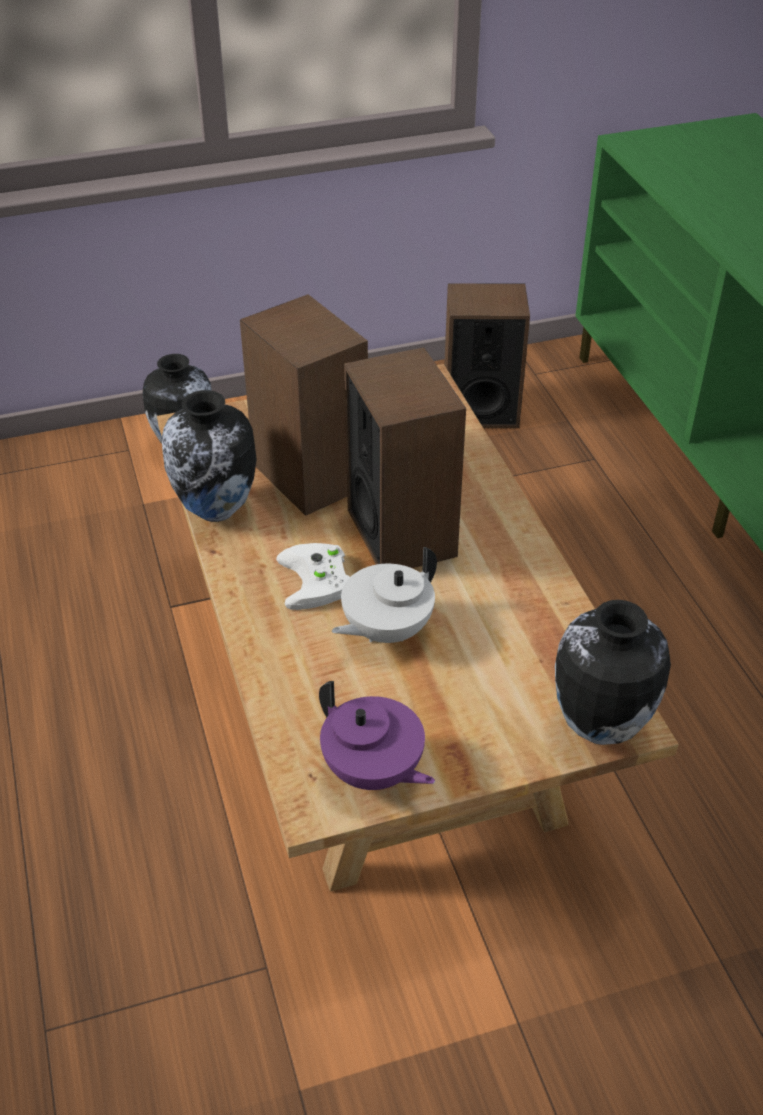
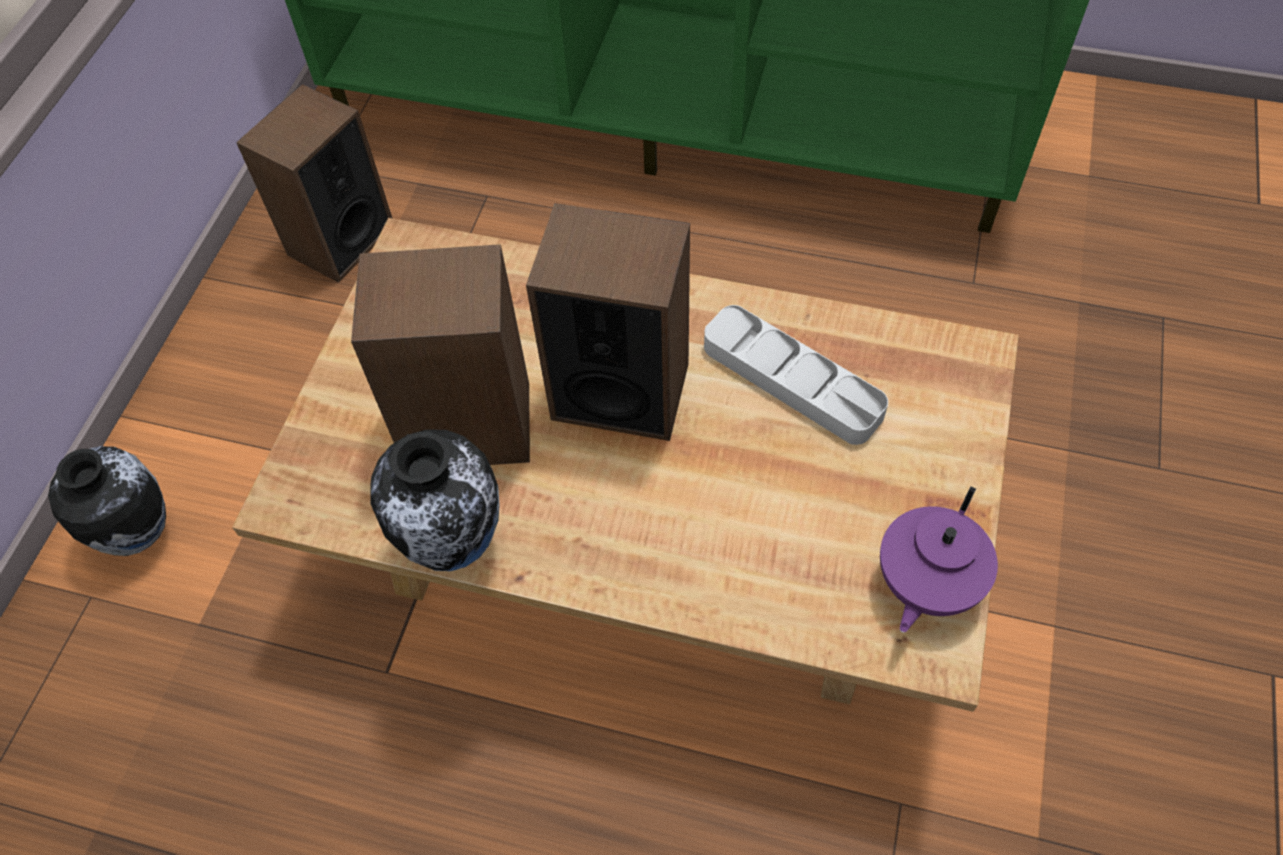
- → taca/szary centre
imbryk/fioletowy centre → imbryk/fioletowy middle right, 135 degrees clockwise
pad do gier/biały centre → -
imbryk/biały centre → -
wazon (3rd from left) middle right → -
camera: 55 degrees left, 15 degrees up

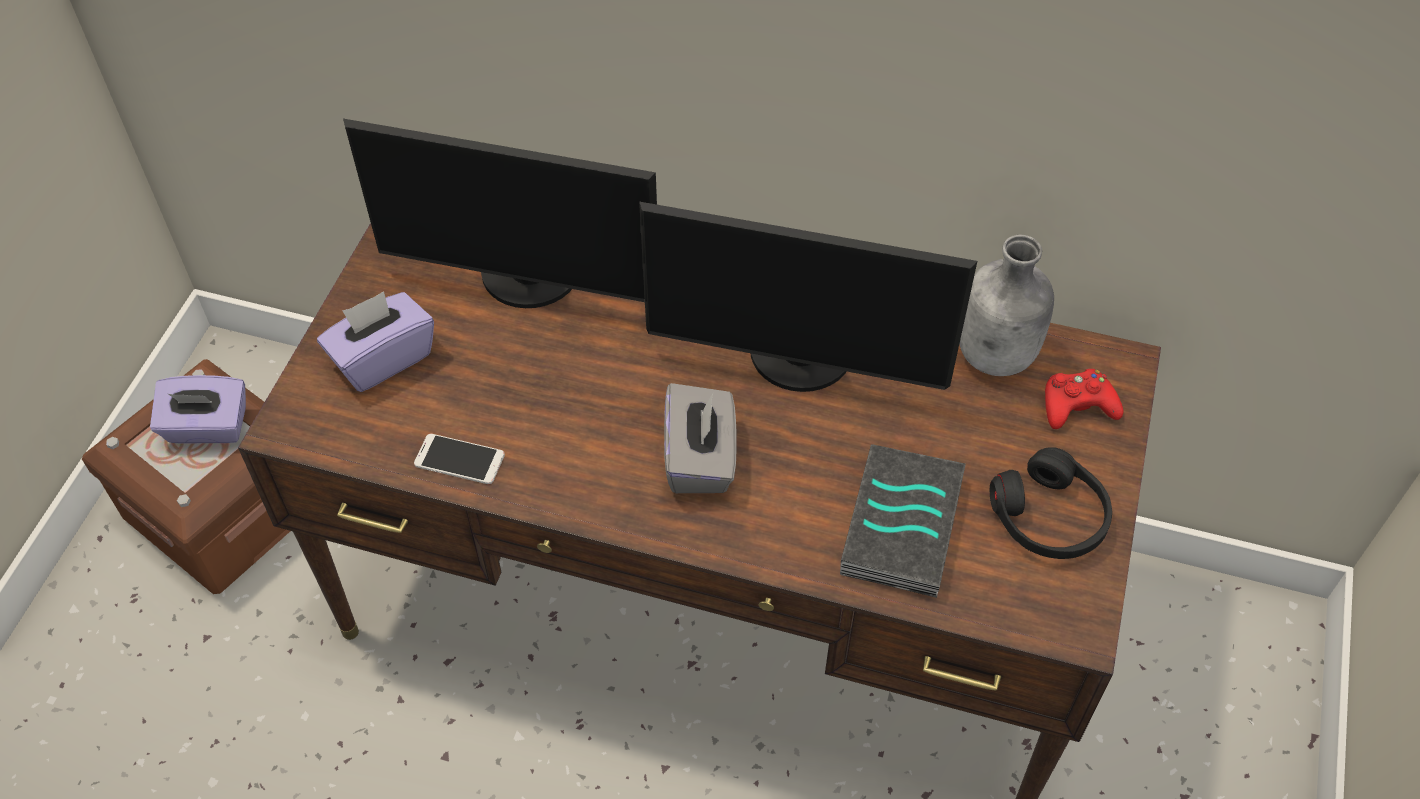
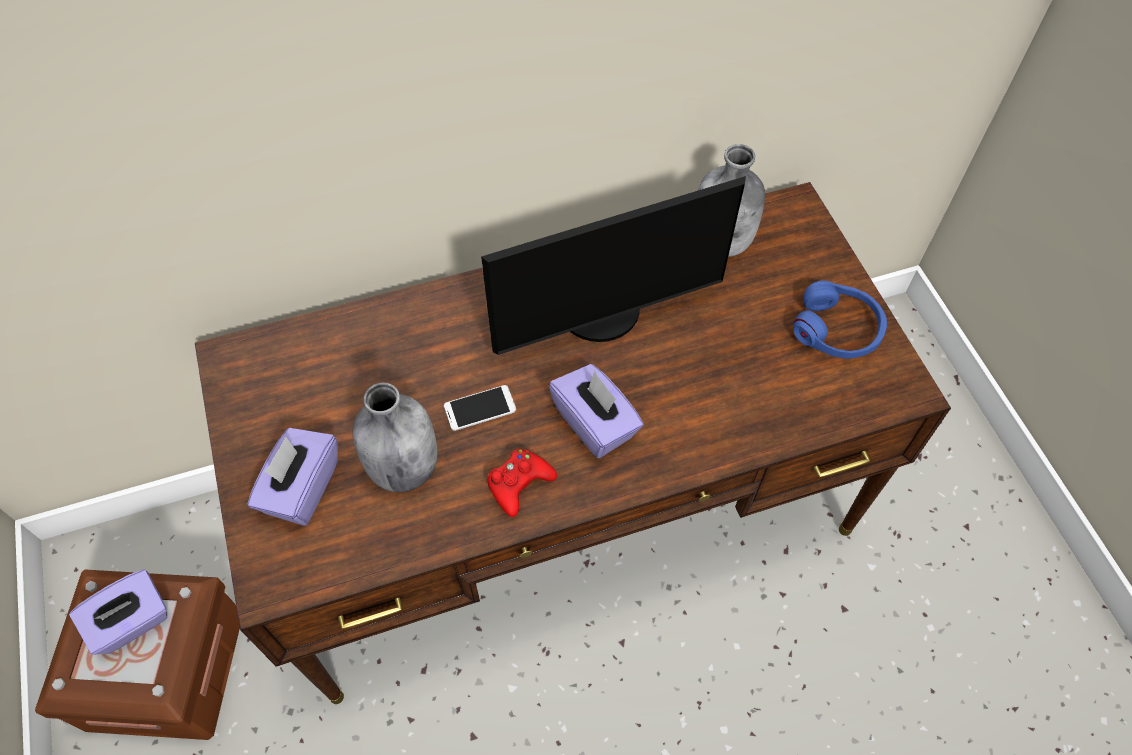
- → butelka/szary (1st from left) centre
telefon middle left → telefon centre, moved
pad do gier/czerwony middle right → pad do gier/czerwony centre, moved
pudełko chusteczek/szary centre → pudełko chusteczek/fioletowy (3rd from left) centre
słuchawki/czarny middle right → słuchawki/niebieski middle right
monitor (1st from left) top centre → -
książka centre → -
camera: 35 degrees left, 5 degrees up

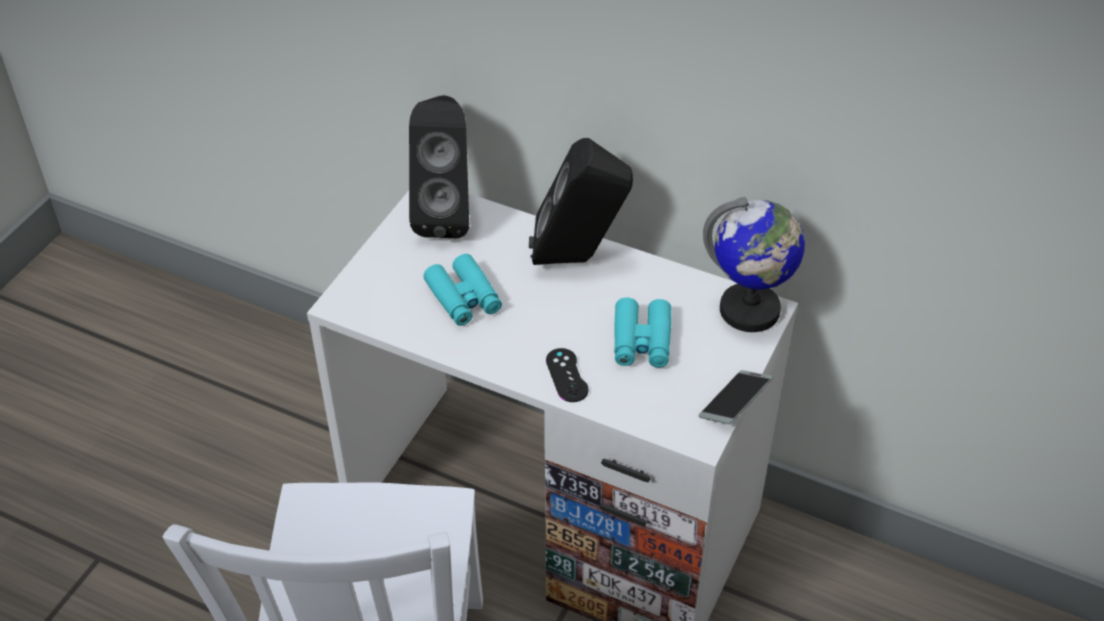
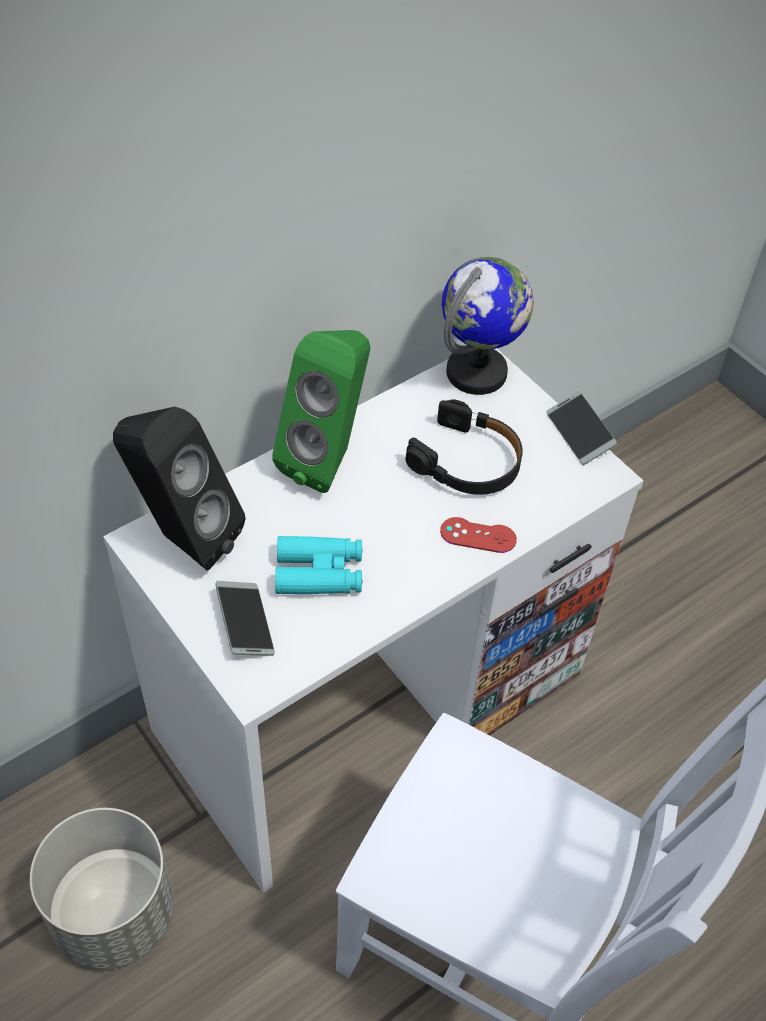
- → donica/szary bottom left
- → telefon (1st from left) middle left
głośnik/czarny (2nd from left) top centre → głośnik/zielony centre
lornetka/turkusowy (2nd from left) centre → słuchawki/czarny centre
pad do gier/czarny centre → pad do gier/czerwony centre
camera: 65 degrees left, 5 degrees up

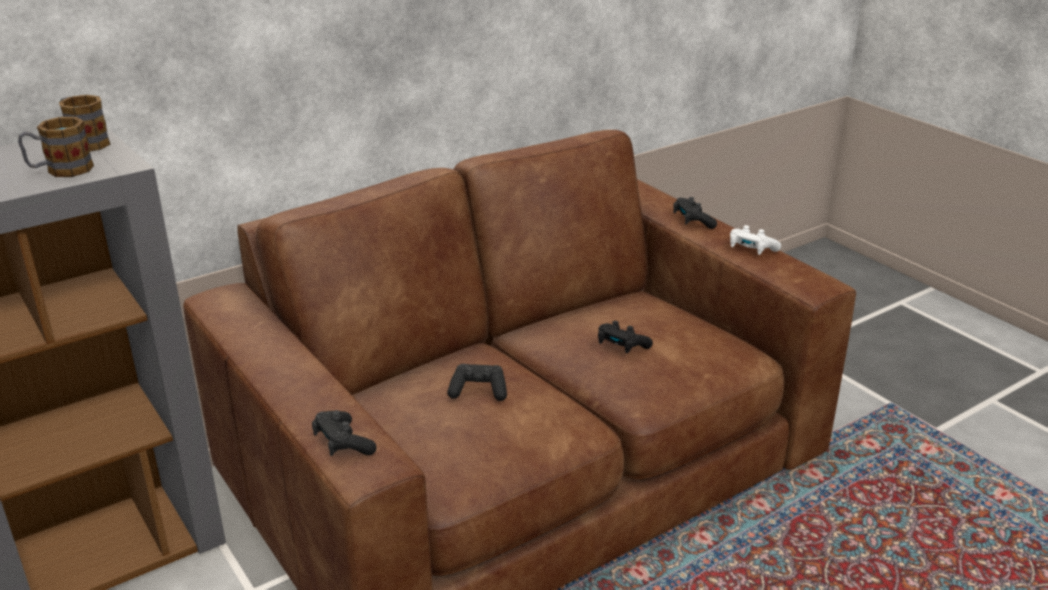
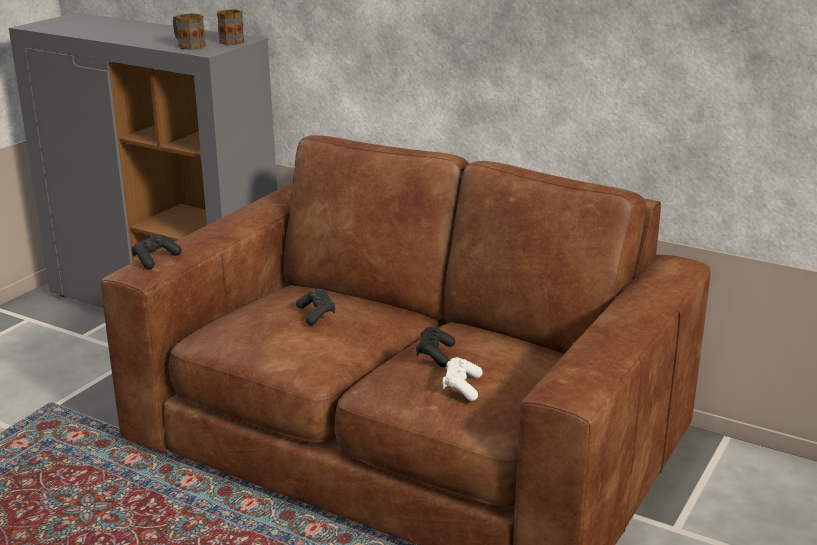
pad do gier/biały middle right → pad do gier/biały bottom centre, moved
pad do gier/czarny (4th from left) centre → -
camera: 65 degrees right, 5 degrees down

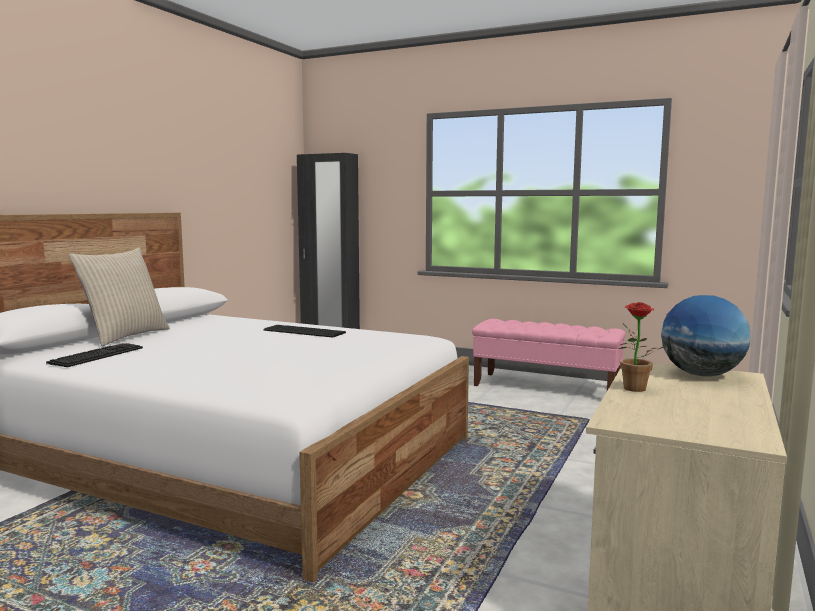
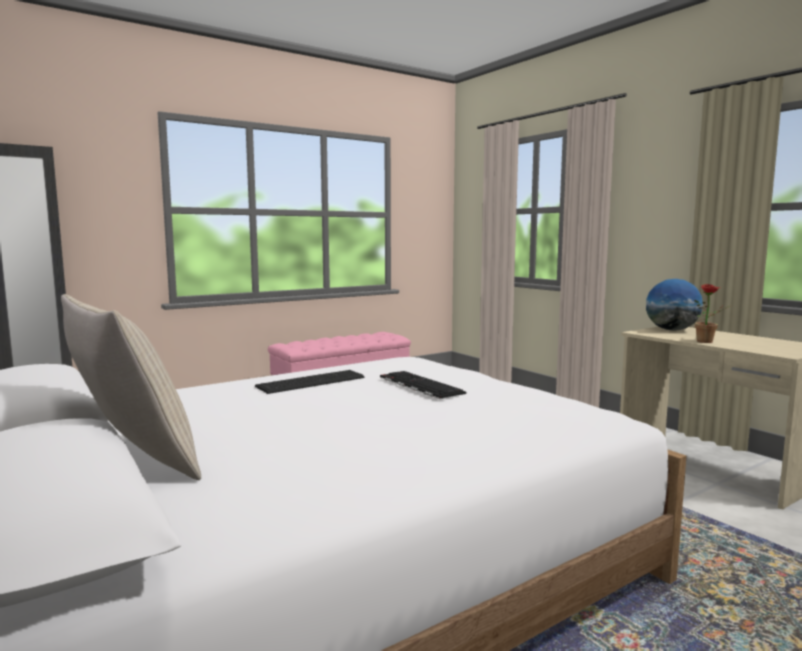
klawiatura (1st from left in the first image) middle left → klawiatura (2nd from left) centre, moved
camera: 60 degrees left, 0 degrees up

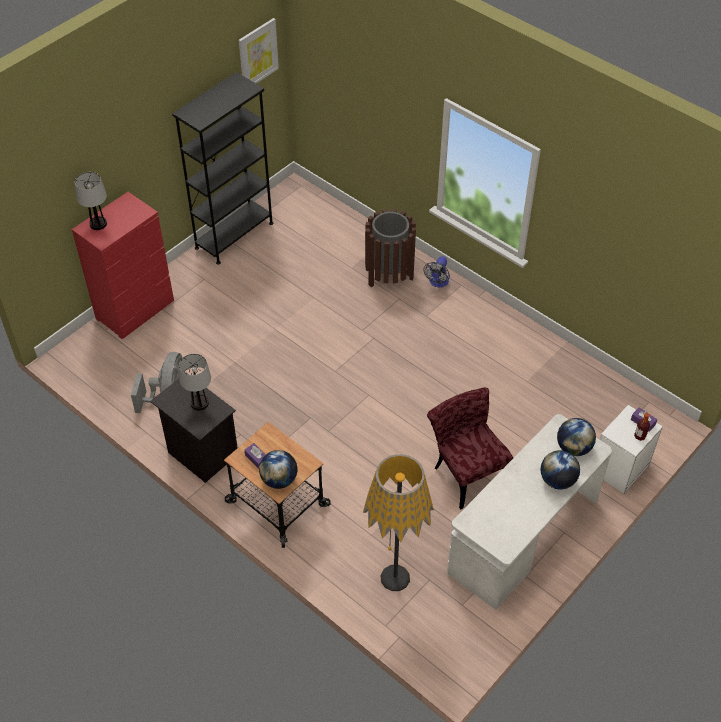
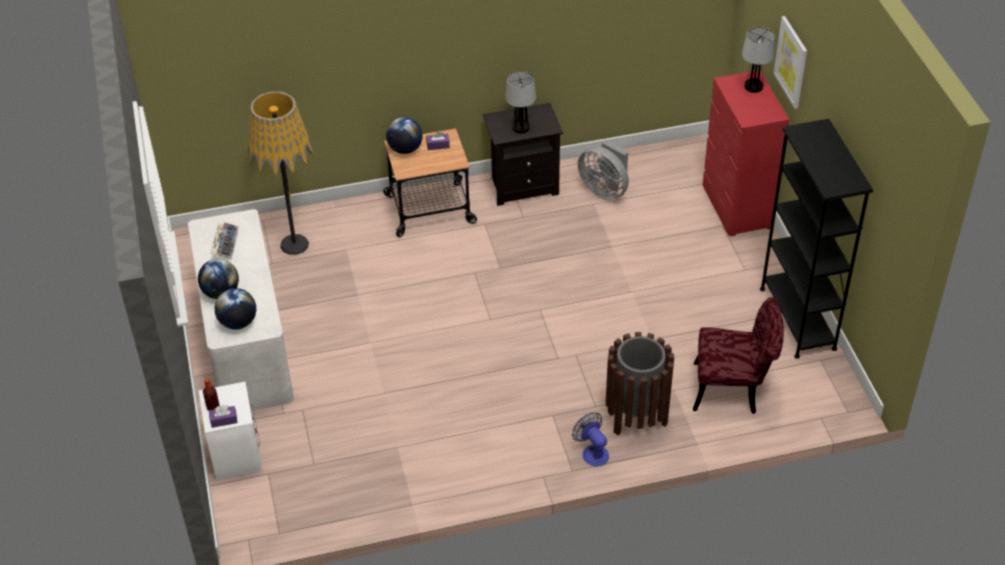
- → klawiatura middle left
krzesło/czerwony centre → krzesło/czerwony middle right, moved
obraz top centre → obraz top right, moved
camera: 125 degrees right, 5 degrees down

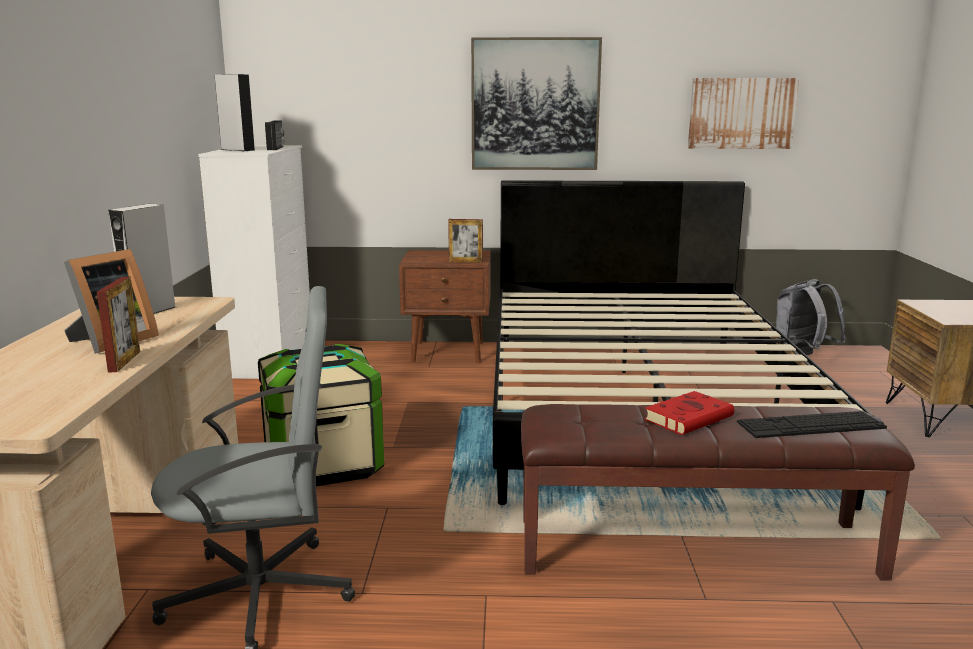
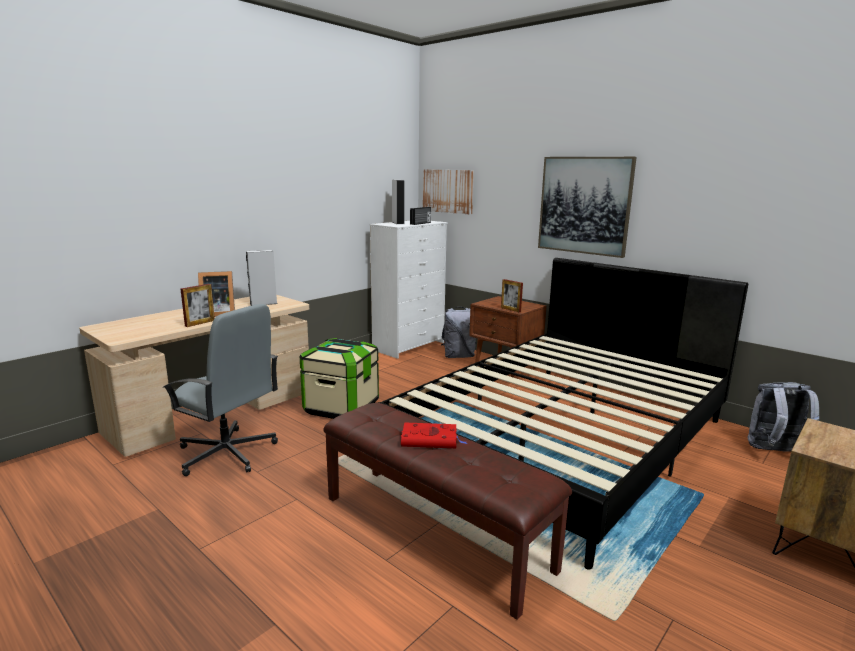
obraz (2nd from left in the first image) top right → obraz (1st from left) top centre, moved
- → plecak/szary (1st from left) centre
klawiatura middle right → -
camera: 40 degrees right, 0 degrees up

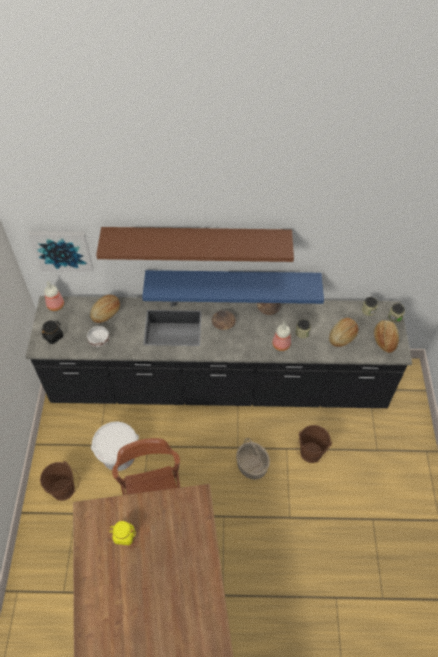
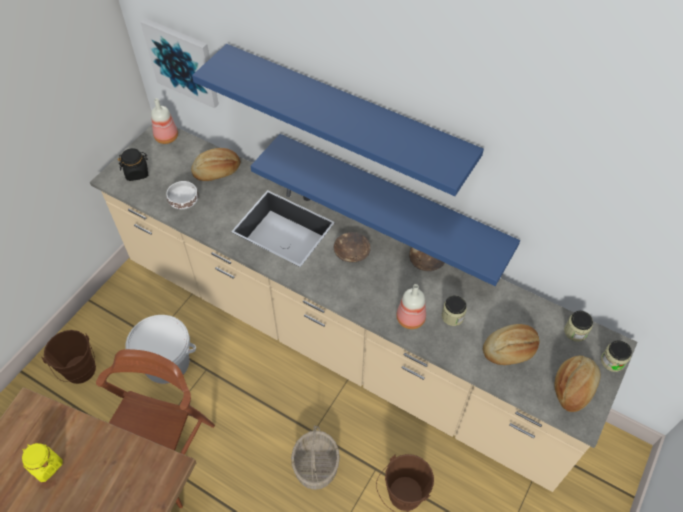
zabudowa kuchenna/czarny centre → zabudowa kuchenna/beżowy centre
półka/brązowy centre → półka/niebieski (1st from left) top centre
camera: 30 degrees right, 0 degrees up

